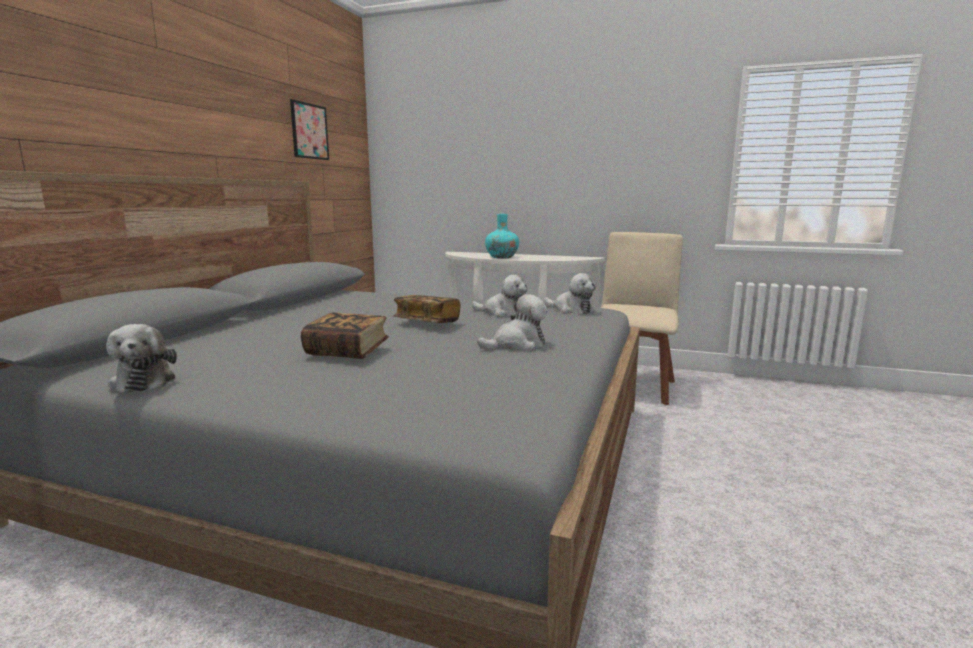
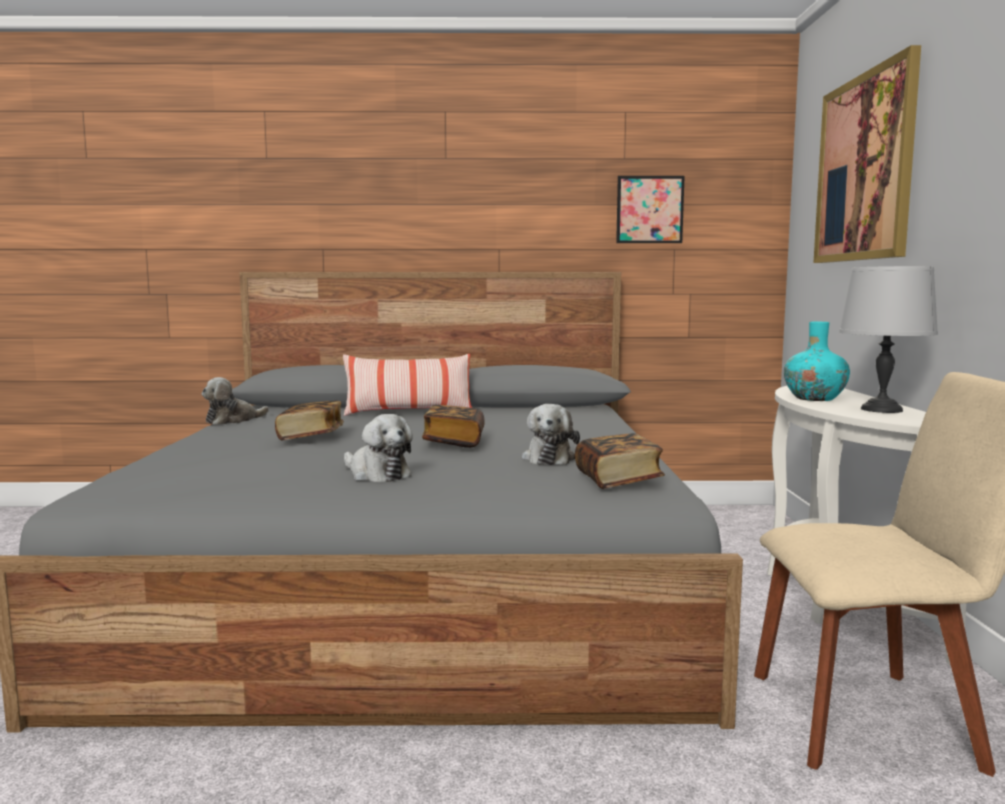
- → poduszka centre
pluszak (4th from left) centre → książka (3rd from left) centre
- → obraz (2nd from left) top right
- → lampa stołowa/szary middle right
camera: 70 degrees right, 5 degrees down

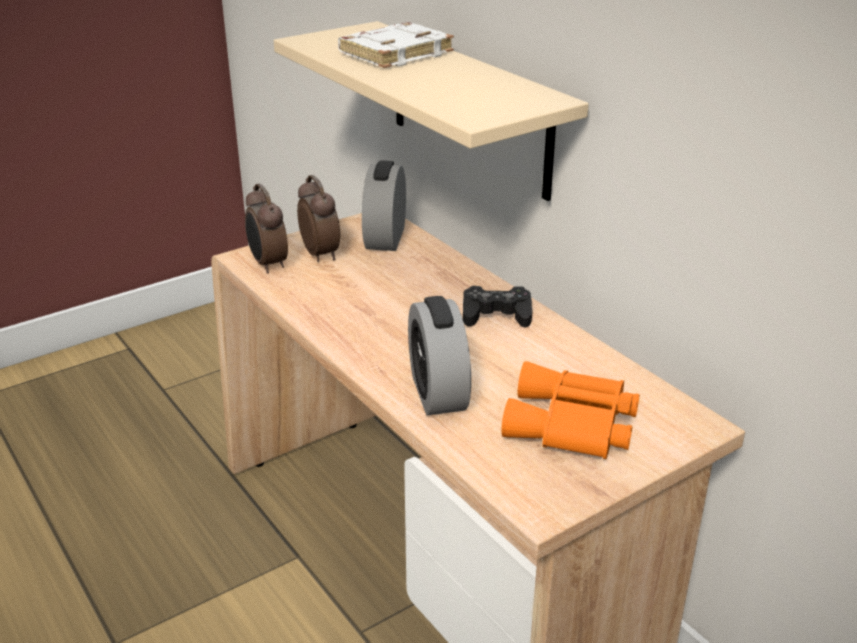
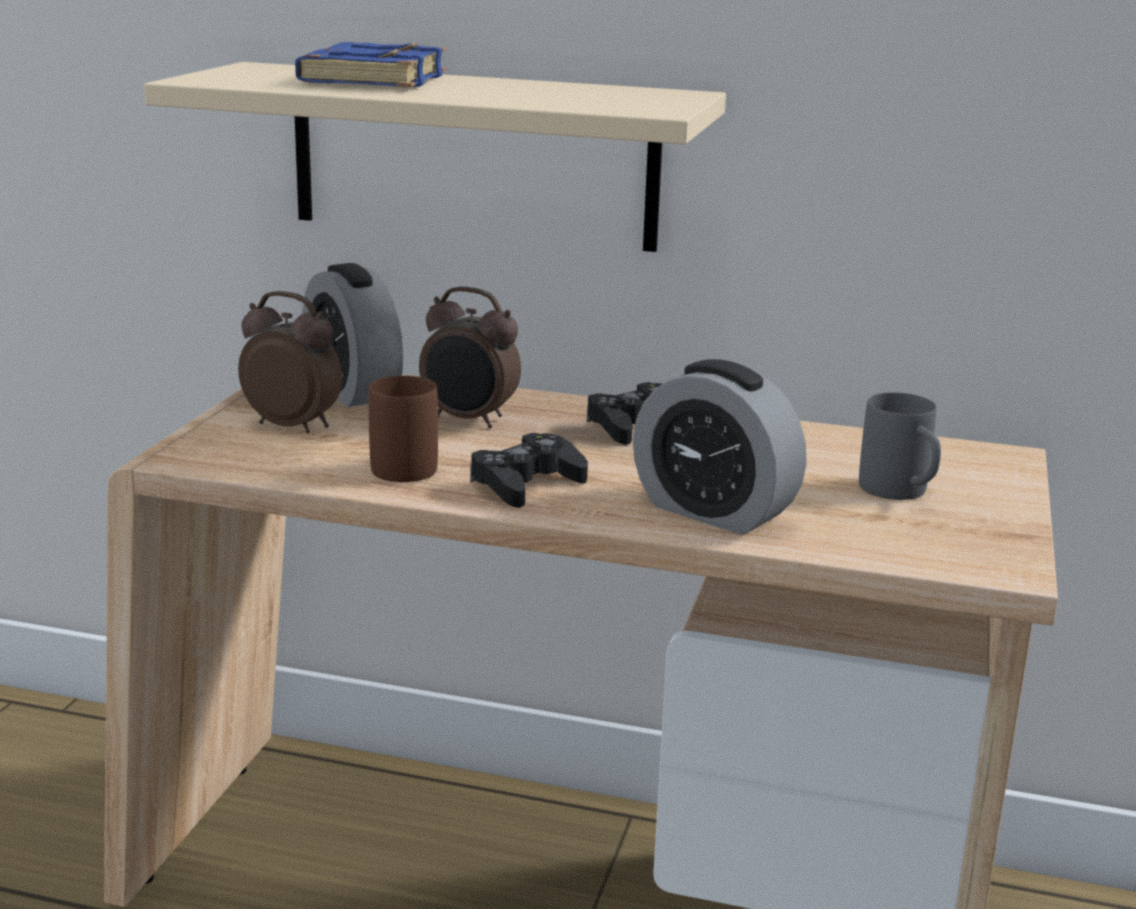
książka/biały top centre → książka/niebieski top left
- → kubek/brązowy centre
budzik (1st from left in the first image) middle left → budzik (3rd from left) centre, moved
- → pad do gier/czarny (1st from left) centre
lornetka/pomarańczowy centre → kubek/szary middle right
camera: 40 degrees left, 10 degrees down

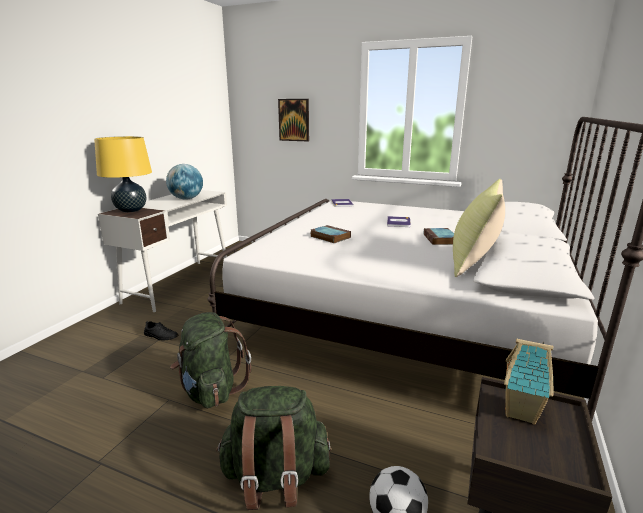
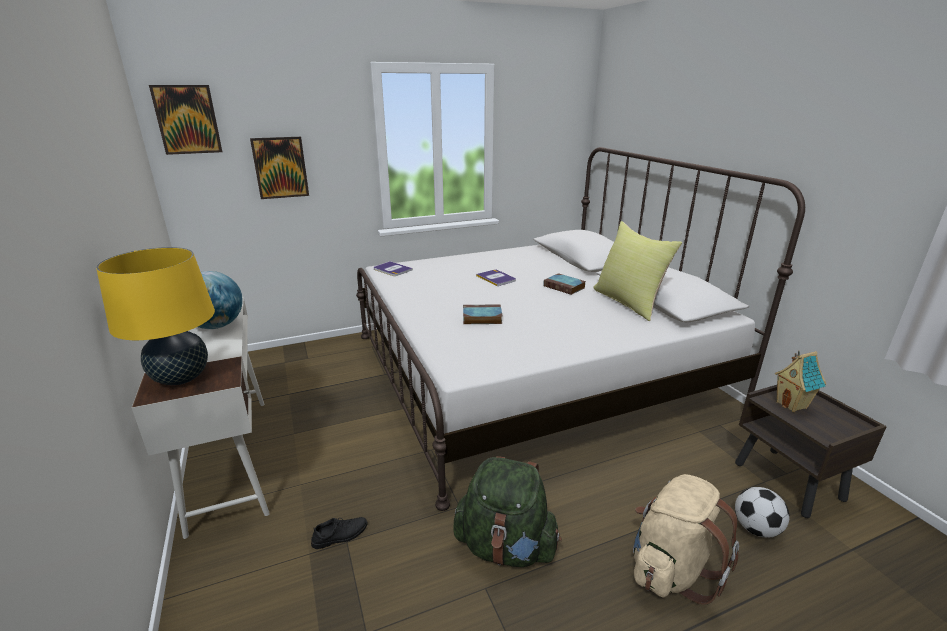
- → obraz (1st from left) top left
plecak/zielony (2nd from left) bottom centre → plecak/beżowy bottom right
camera: 45 degrees left, 5 degrees up

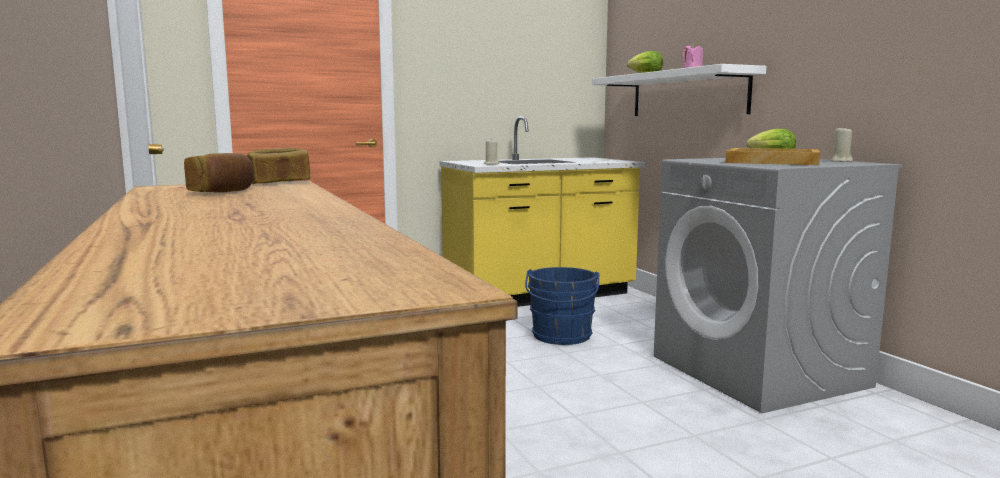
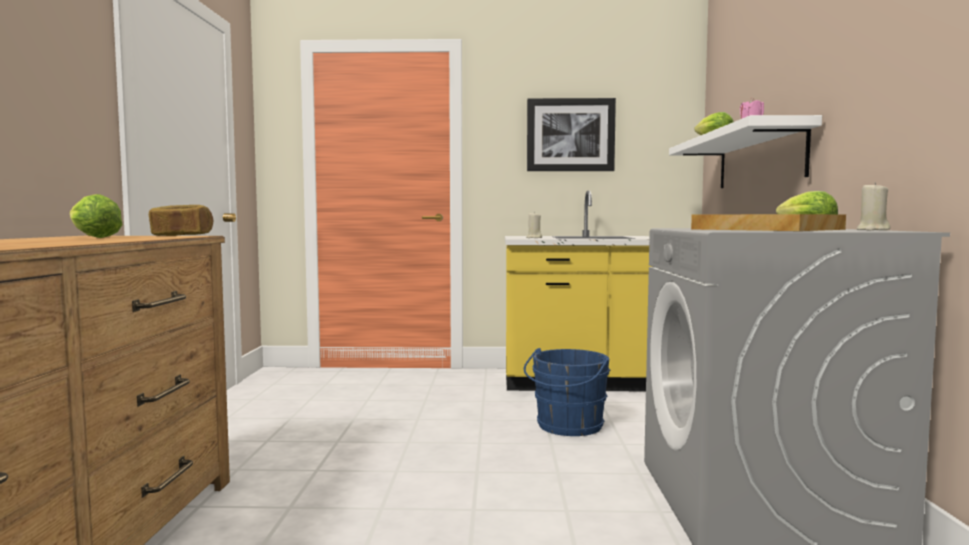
chleb (1st from left) middle left → sałata (1st from left) middle left
- → obraz top centre
camera: 25 degrees right, 5 degrees down

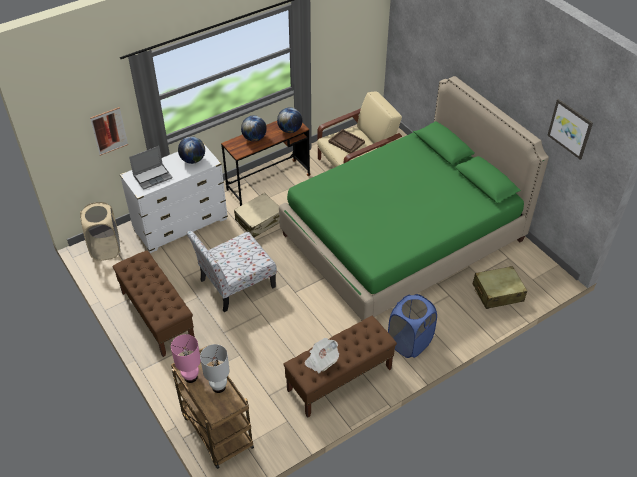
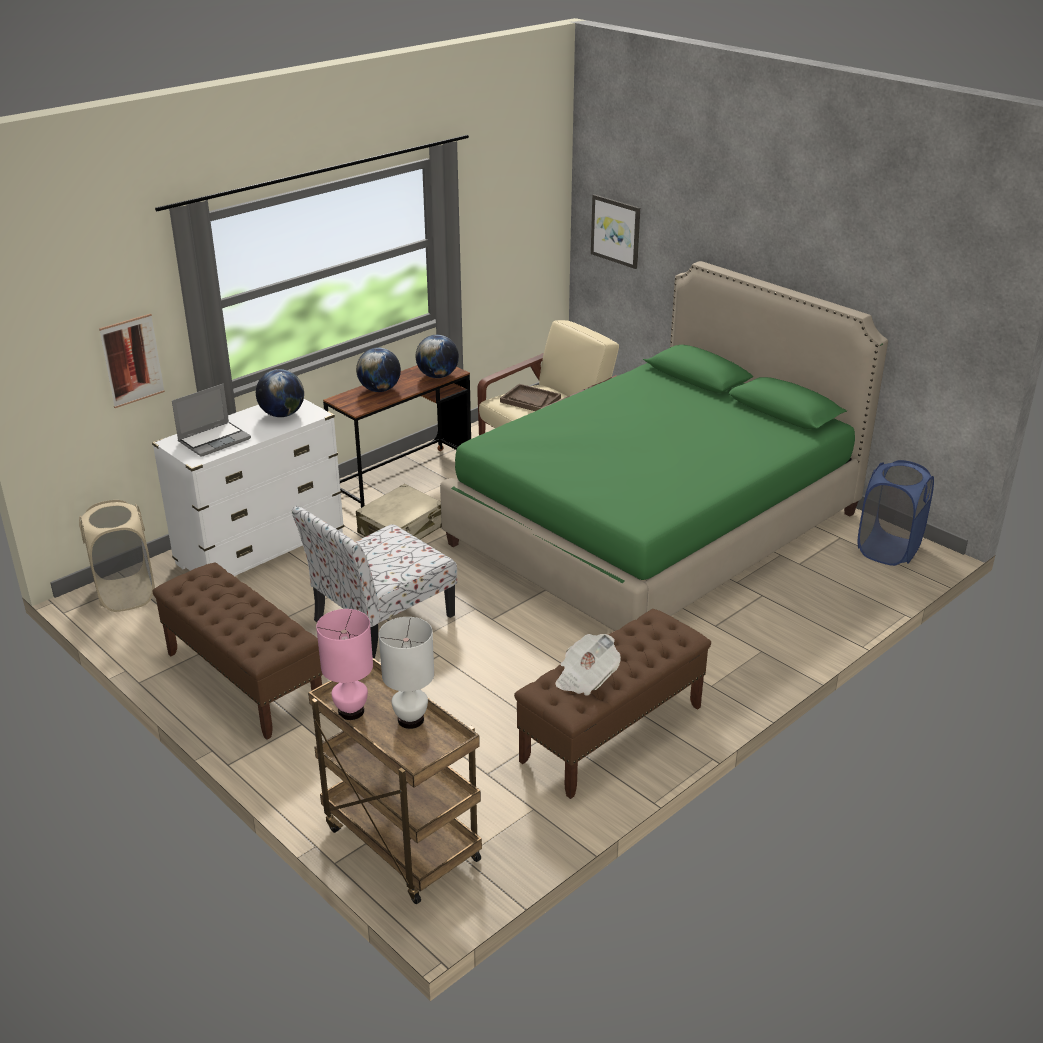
obraz (2nd from left) top right → obraz (2nd from left) top centre, moved
kosz na pranie/niebieski bottom centre → kosz na pranie/niebieski middle right, moved
walizka/beżowy (2nd from left) middle right → -
camera: 10 degrees left, 15 degrees down

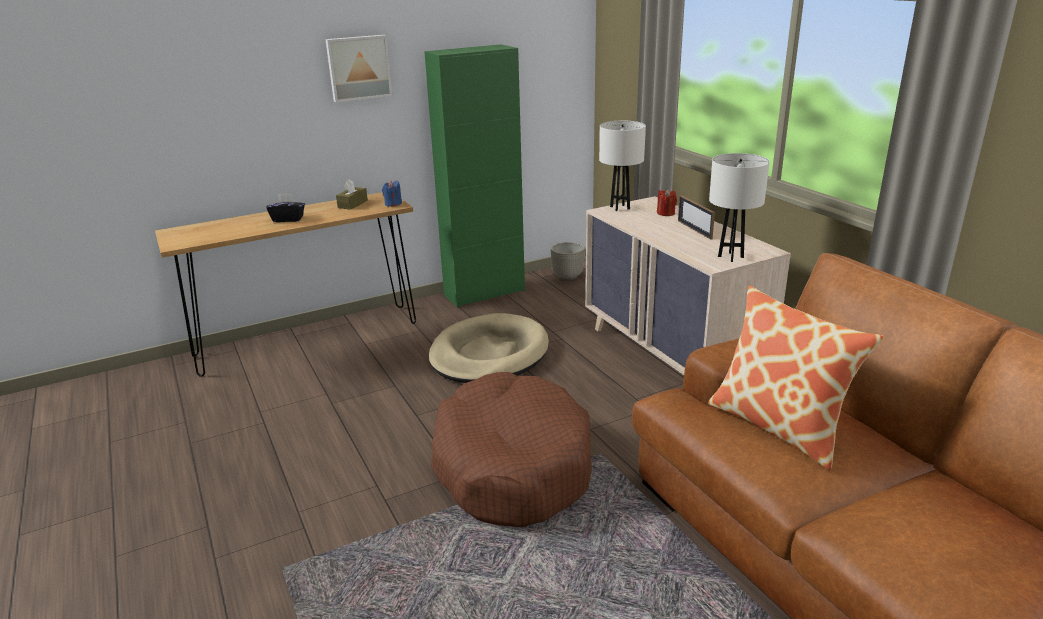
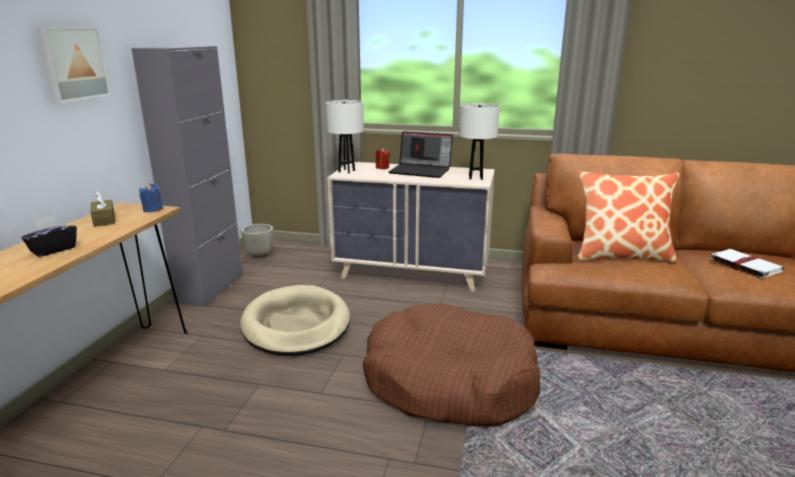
szafka/zielony top centre → szafka/szary middle left
ramka na zdjęcie middle right → laptop top centre
- → książka/biały middle right
camera: 50 degrees left, 5 degrees down

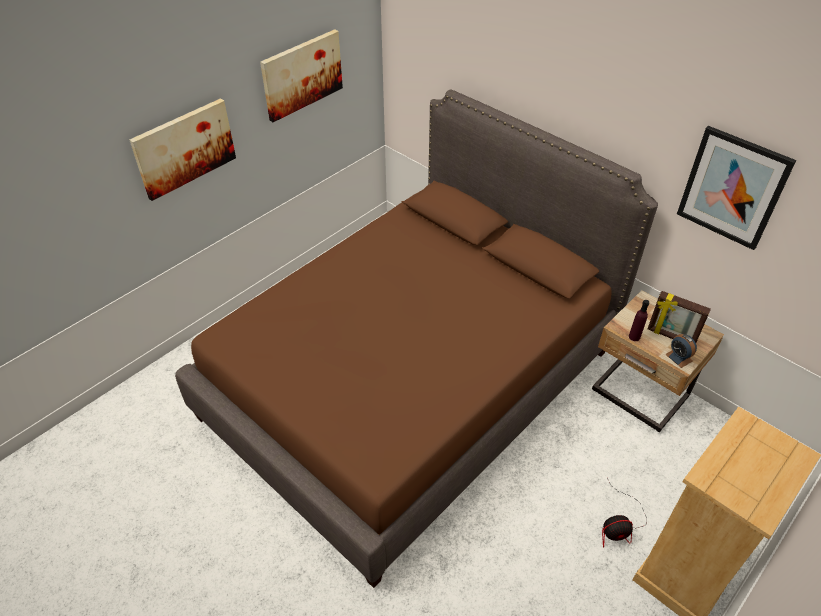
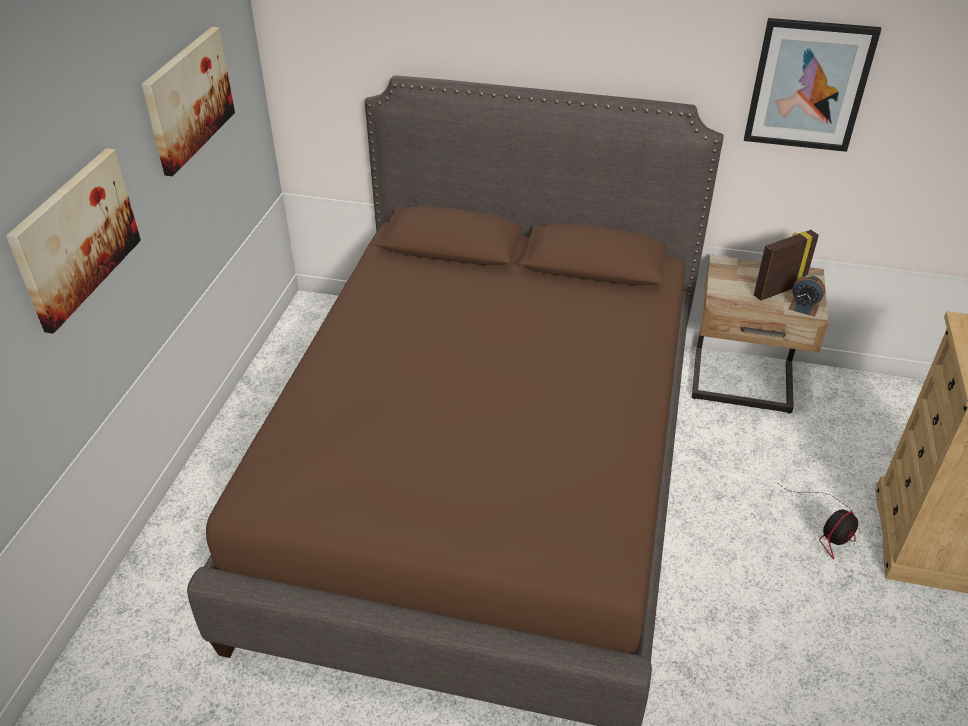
ramka na zdjęcie middle right, 150 degrees clockwise
butelka/fioletowy middle right → -
camera: 30 degrees left, 5 degrees down

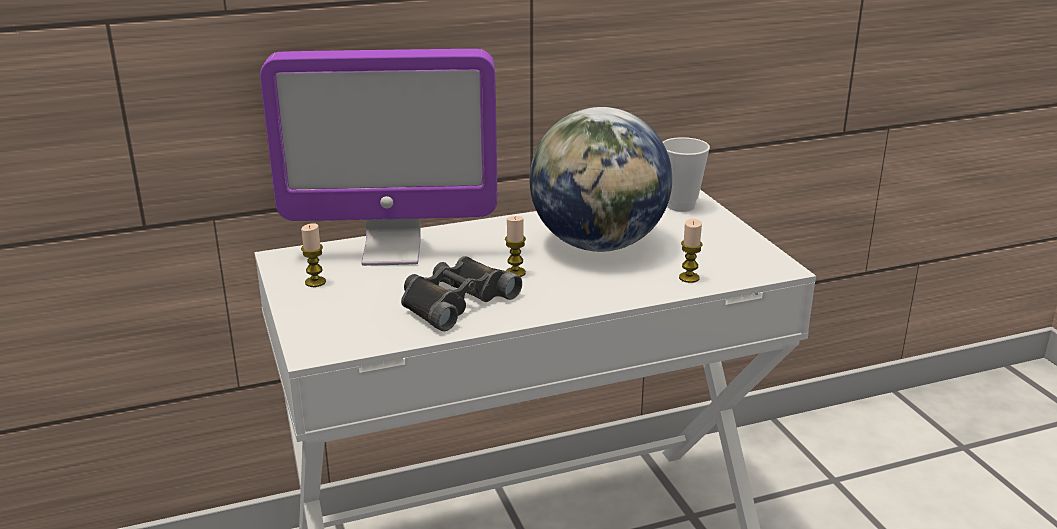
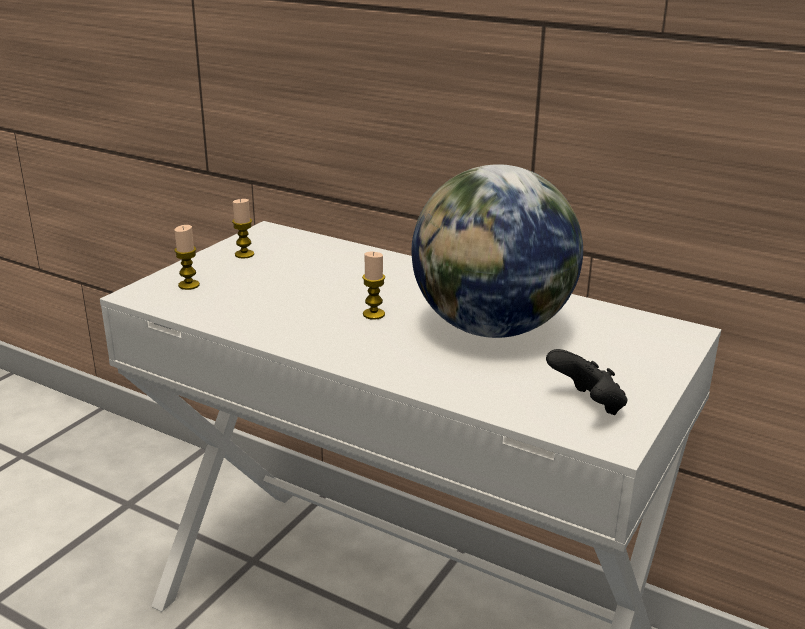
świeca (3rd from left in the first image) centre → świeca (1st from left) middle left, moved
- → pad do gier/czarny middle right
monitor top centre → -
lornetka/czarny centre → -
filiżanka top centre → -
camera: 50 degrees right, 0 degrees up

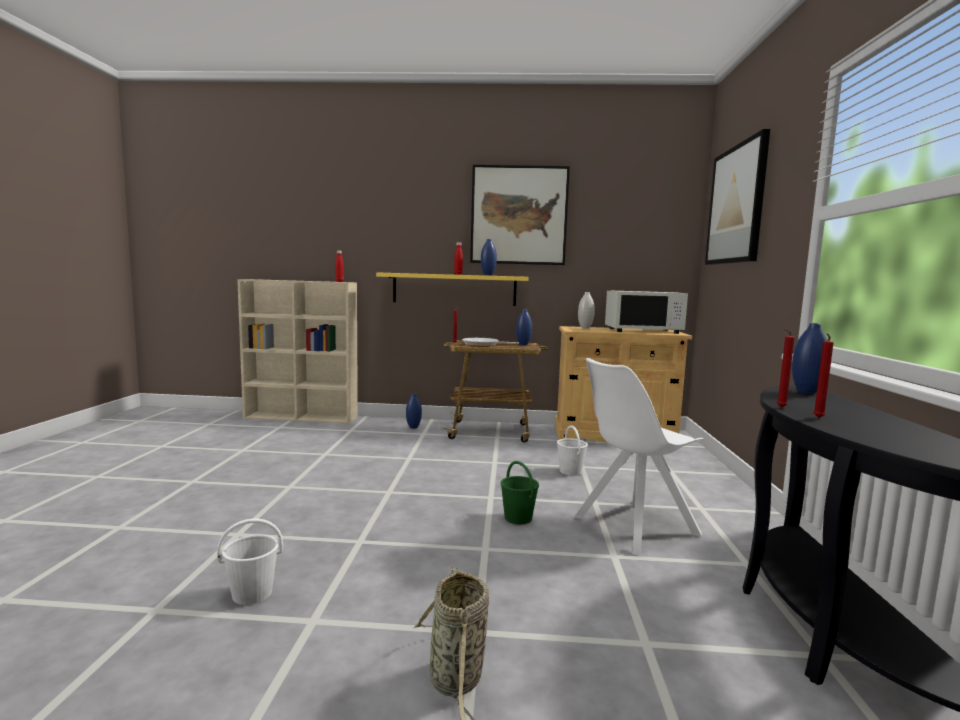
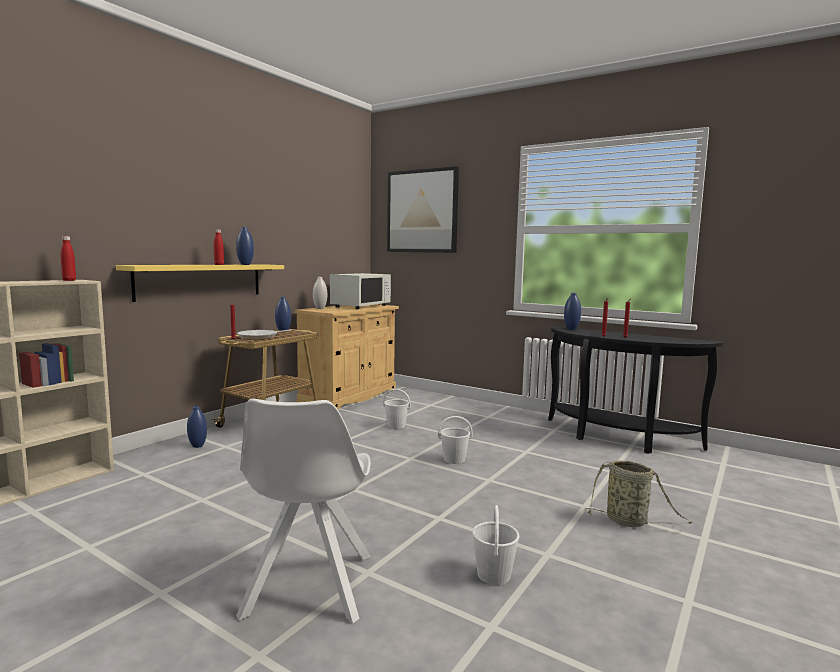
krzesło/biały centre → krzesło/biały bottom centre, moved
wiadro/zielony bottom centre → wiadro/biały (2nd from left) centre
obraz (1st from left) top centre → -
camera: 60 degrees left, 0 degrees up

